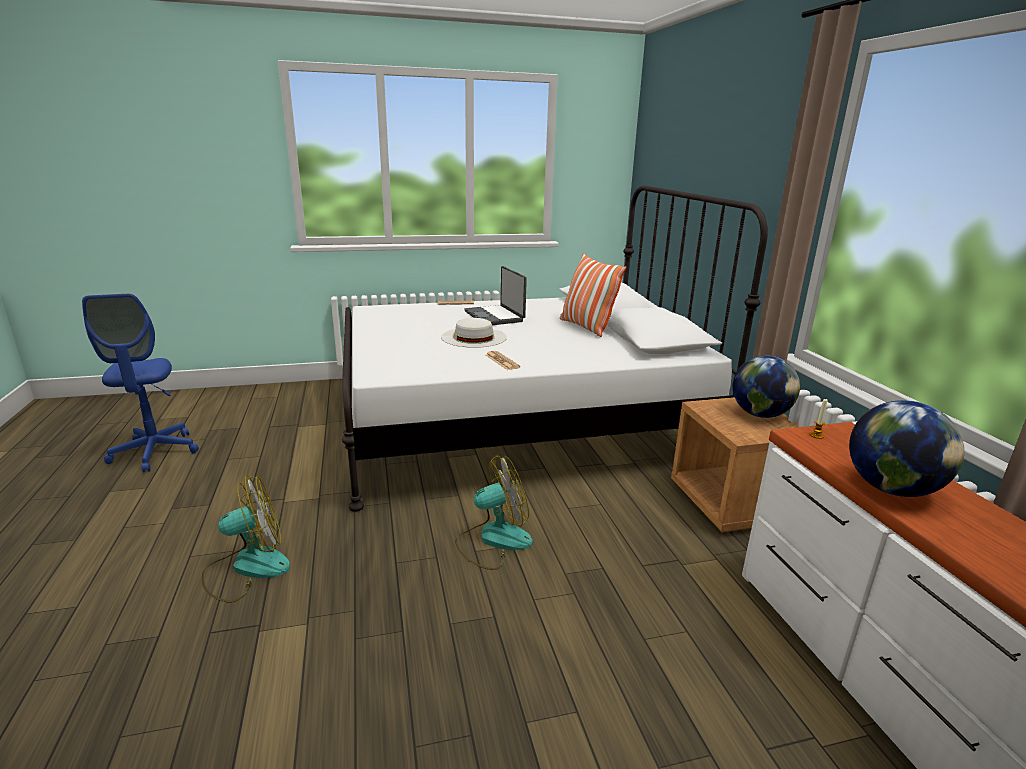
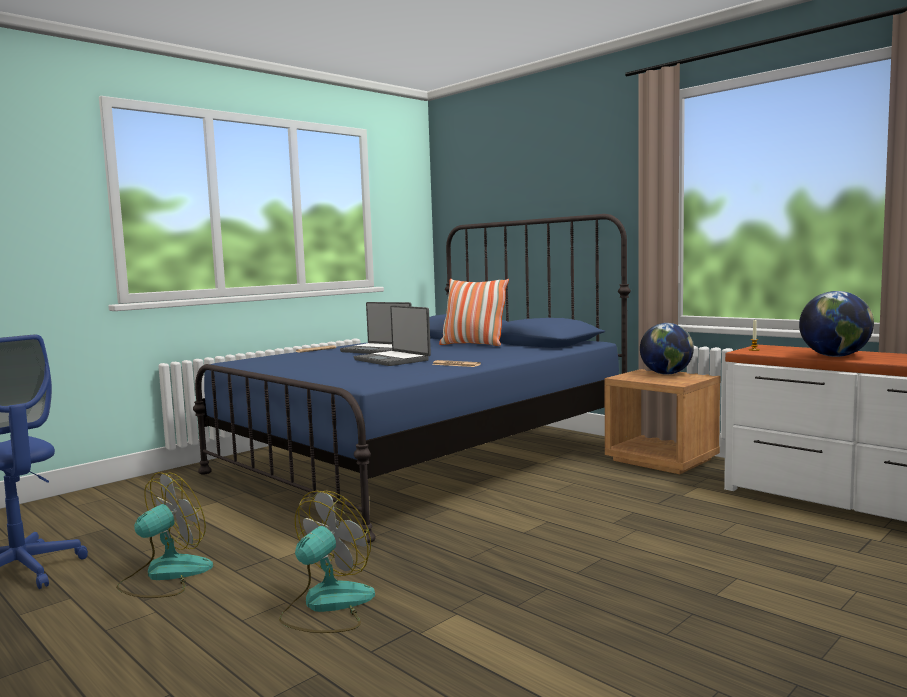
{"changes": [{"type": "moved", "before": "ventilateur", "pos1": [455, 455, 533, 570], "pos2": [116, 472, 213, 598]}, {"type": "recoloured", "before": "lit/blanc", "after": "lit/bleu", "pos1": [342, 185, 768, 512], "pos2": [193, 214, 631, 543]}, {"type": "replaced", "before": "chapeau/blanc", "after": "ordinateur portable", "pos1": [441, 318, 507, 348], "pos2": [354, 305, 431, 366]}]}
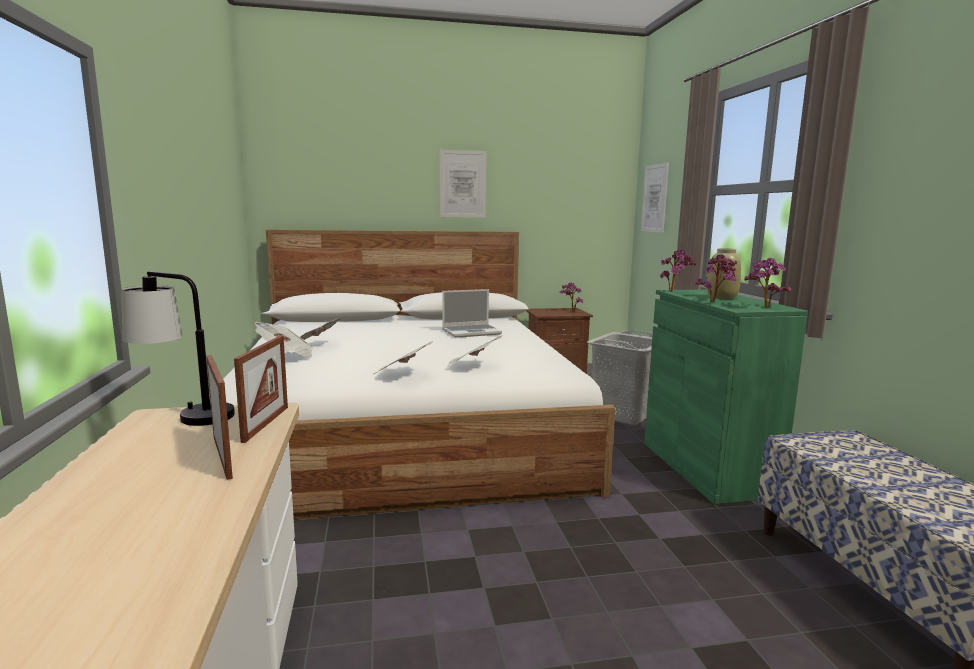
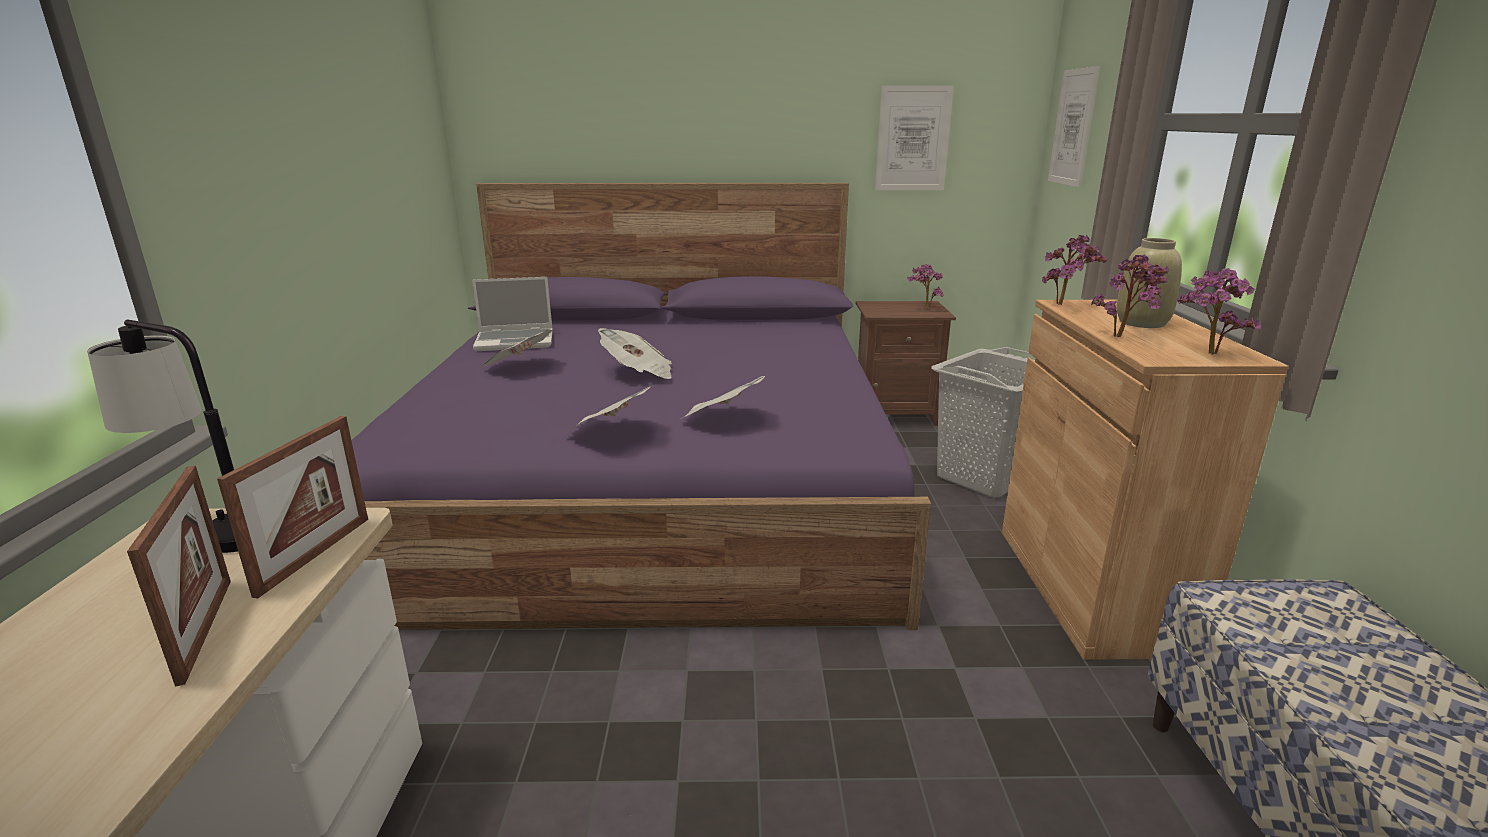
{"changes": [{"type": "recoloured", "before": "lit/blanc", "after": "lit/violet", "pos1": [223, 229, 615, 520], "pos2": [351, 183, 931, 630]}, {"type": "moved", "before": "ordinateur portable", "pos1": [442, 289, 502, 338], "pos2": [472, 277, 553, 351]}, {"type": "moved", "before": "journal", "pos1": [255, 322, 313, 357], "pos2": [598, 328, 672, 379]}, {"type": "moved", "before": "tableau", "pos1": [440, 150, 486, 218], "pos2": [875, 85, 954, 190]}, {"type": "recoloured", "before": "meuble de rangement/vert", "after": "meuble de rangement/marron", "pos1": [644, 289, 808, 504], "pos2": [1002, 300, 1288, 660]}]}
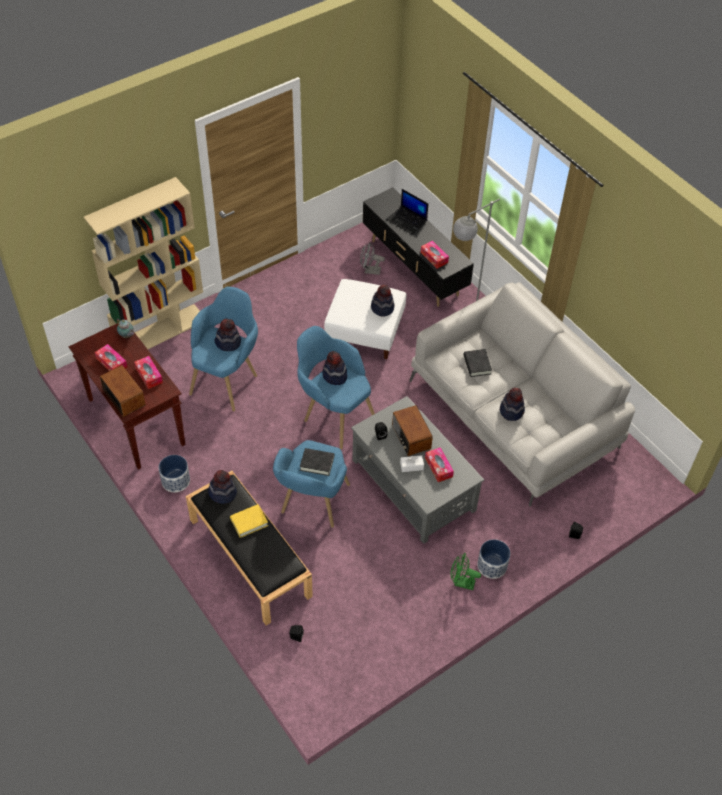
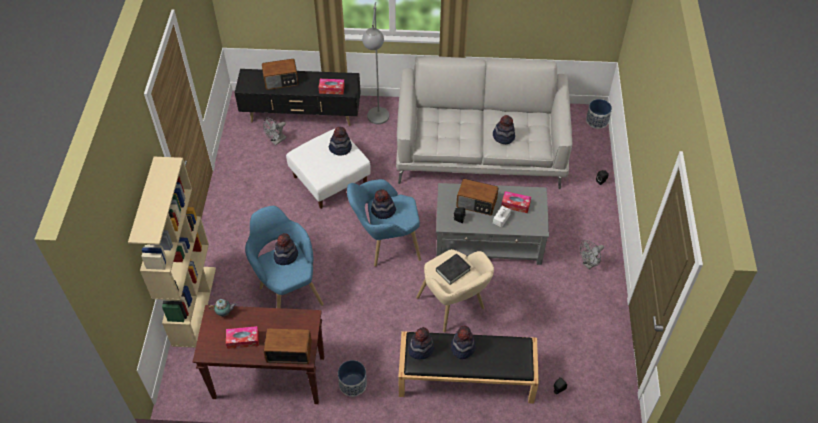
{"changes": [{"type": "replaced", "before": "ordinateur portable", "after": "radio", "pos1": [386, 189, 428, 234], "pos2": [262, 59, 299, 90]}, {"type": "recoloured", "before": "fauteuil/bleu", "after": "fauteuil/beige", "pos1": [273, 440, 350, 528], "pos2": [416, 249, 494, 332]}, {"type": "replaced", "before": "livre/jaune", "after": "chapeau", "pos1": [230, 504, 268, 538], "pos2": [451, 326, 476, 359]}, {"type": "recoloured", "before": "ventilateur/vert", "after": "ventilateur/gris", "pos1": [451, 553, 481, 590], "pos2": [580, 240, 604, 269]}, {"type": "moved", "before": "cache-pot", "pos1": [477, 539, 510, 579], "pos2": [586, 99, 612, 129]}, {"type": "removed", "before": "boîte à mouchoirs", "pos1": [134, 356, 163, 389]}, {"type": "removed", "before": "livre/noir", "pos1": [463, 349, 492, 377]}]}
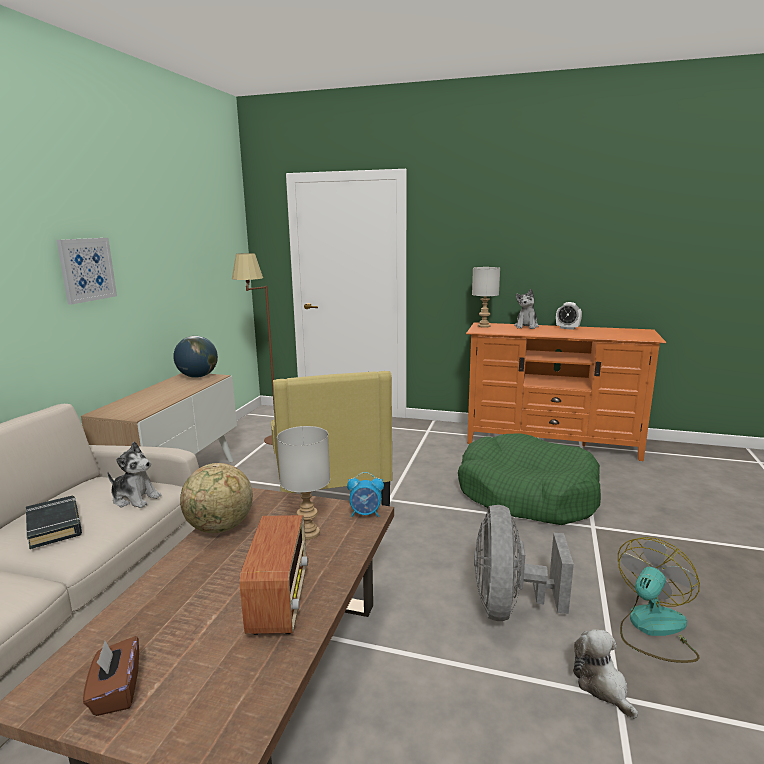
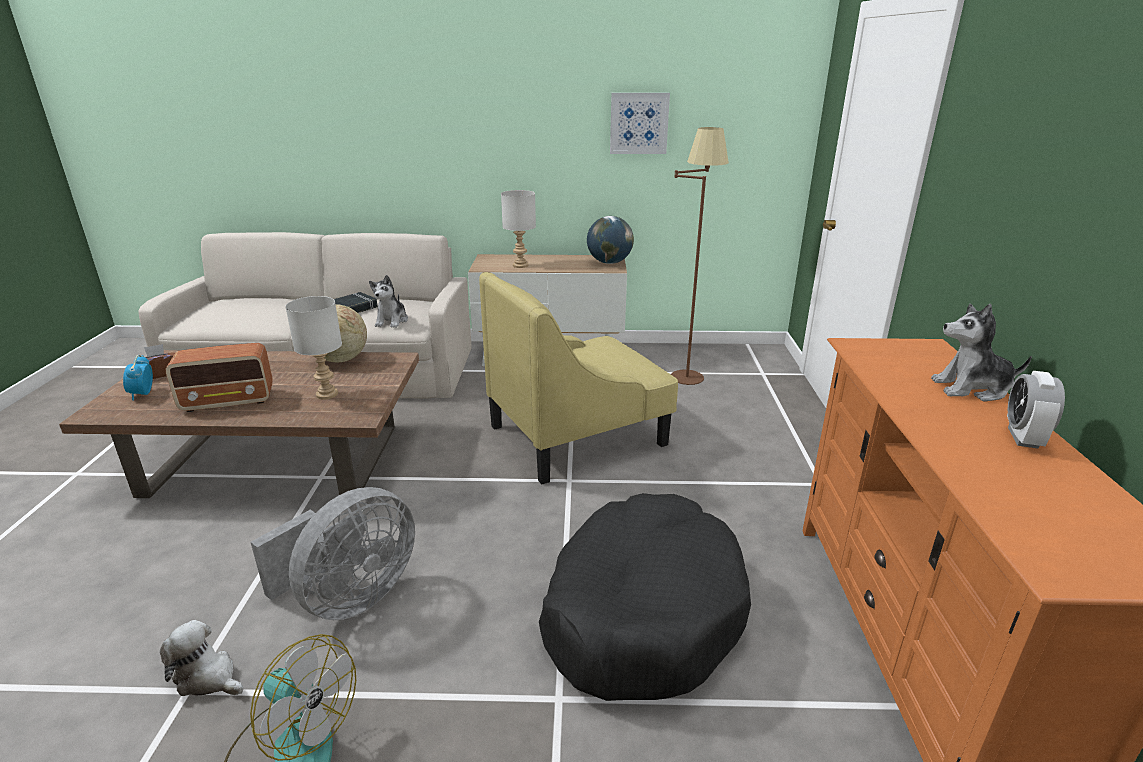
{"changes": [{"type": "moved", "before": "réveil", "pos1": [347, 472, 384, 517], "pos2": [123, 355, 153, 401]}, {"type": "turned", "before": "peluche", "pos1": [573, 630, 638, 718], "pos2": [160, 620, 243, 696], "turn": -120}, {"type": "turned", "before": "ventilateur/gris", "pos1": [474, 505, 574, 621], "pos2": [251, 487, 415, 620], "turn": 135}, {"type": "moved", "before": "lampe de table/gris", "pos1": [472, 267, 500, 328], "pos2": [501, 190, 536, 268]}, {"type": "recoloured", "before": "panier pour chien/vert", "after": "panier pour chien/noir", "pos1": [458, 433, 601, 525], "pos2": [539, 493, 751, 701]}, {"type": "moved", "before": "tableau", "pos1": [57, 238, 117, 305], "pos2": [610, 93, 670, 154]}]}
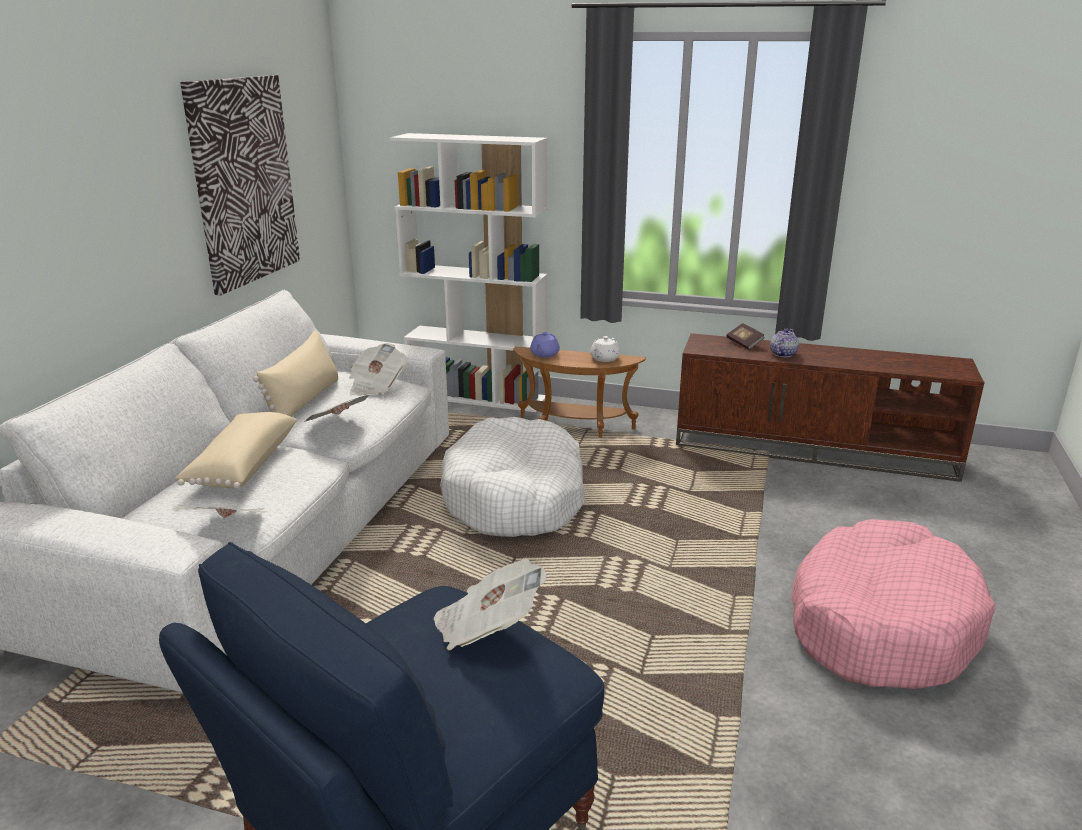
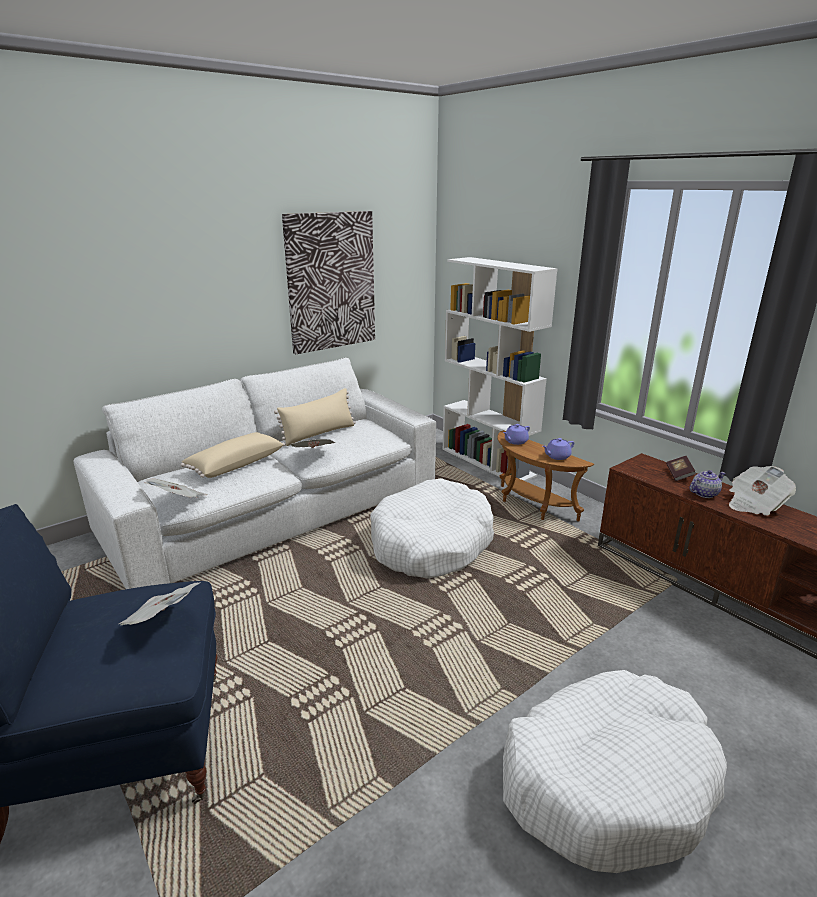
{"changes": [{"type": "recoloured", "before": "panier pour chien/rose", "after": "panier pour chien/blanc", "pos1": [792, 519, 995, 689], "pos2": [503, 670, 727, 873]}, {"type": "recoloured", "before": "théière/blanc", "after": "théière/violet", "pos1": [590, 336, 620, 362], "pos2": [542, 438, 574, 460]}, {"type": "moved", "before": "journal", "pos1": [349, 343, 407, 396], "pos2": [729, 466, 796, 516]}]}
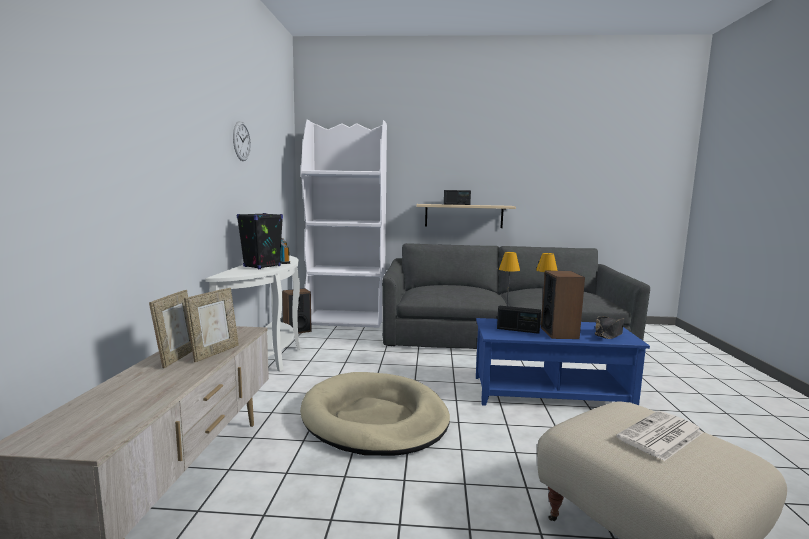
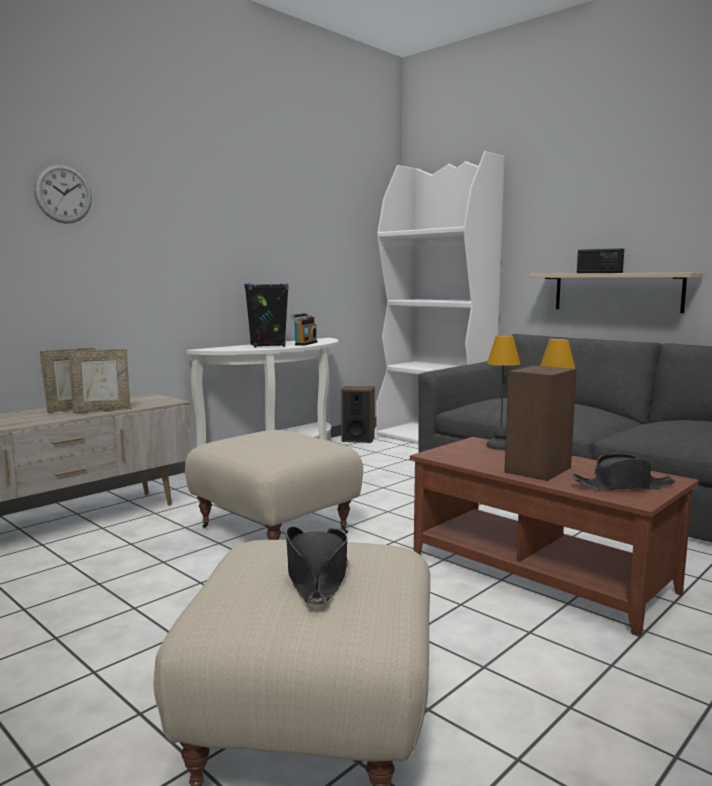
{"changes": [{"type": "moved", "before": "horloge murale", "pos1": [233, 121, 251, 161], "pos2": [34, 164, 92, 224]}, {"type": "replaced", "before": "panier pour chien/beige", "after": "pouf/beige", "pos1": [300, 372, 450, 456], "pos2": [185, 430, 363, 540]}, {"type": "replaced", "before": "journal", "after": "chapeau/noir", "pos1": [616, 411, 703, 461], "pos2": [286, 526, 349, 605]}, {"type": "recoloured", "before": "table basse/bleu", "after": "table basse/marron", "pos1": [476, 318, 650, 406], "pos2": [410, 437, 699, 637]}, {"type": "removed", "before": "radio", "pos1": [497, 306, 541, 334]}]}
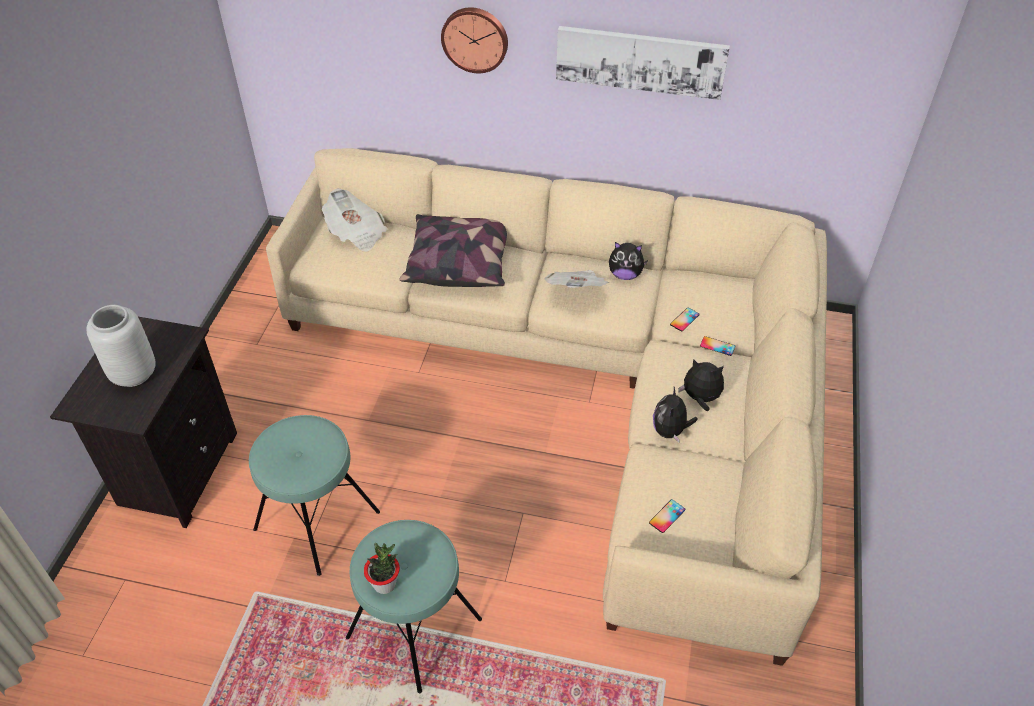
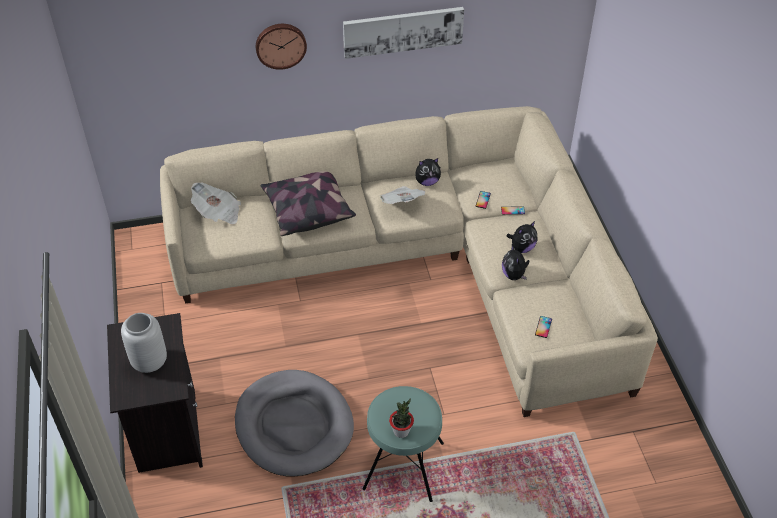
{"changes": [{"type": "replaced", "before": "tabouret/turquoise", "after": "panier pour chien/gris", "pos1": [249, 415, 380, 576], "pos2": [235, 370, 354, 477]}, {"type": "turned", "before": "peluche", "pos1": [678, 359, 724, 411], "pos2": [507, 221, 538, 253], "turn": 150}]}
